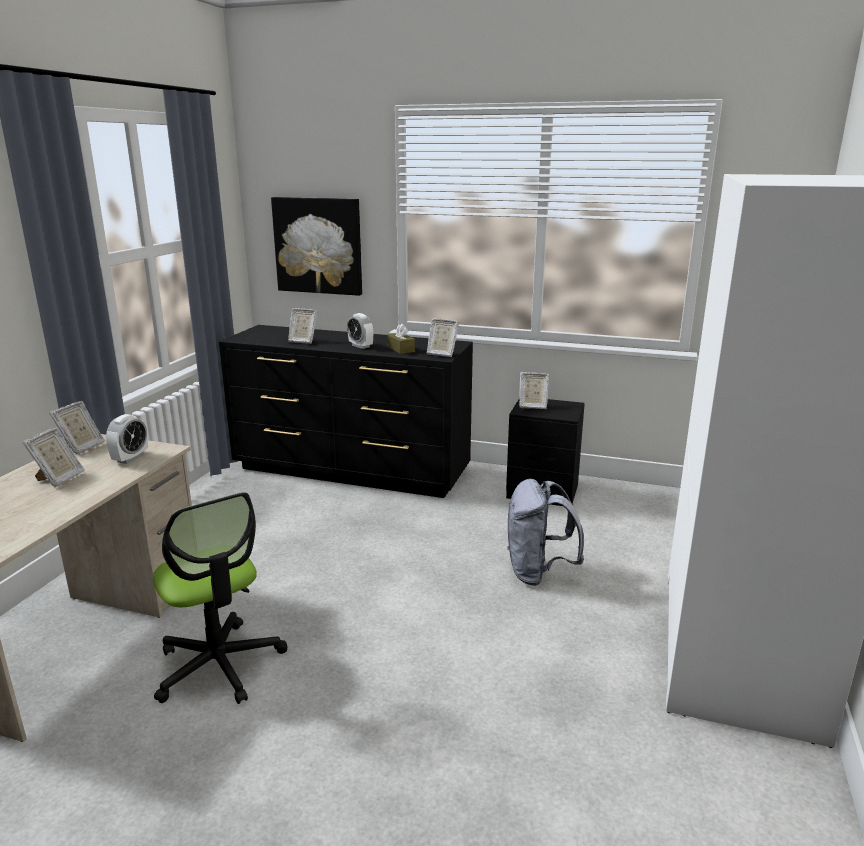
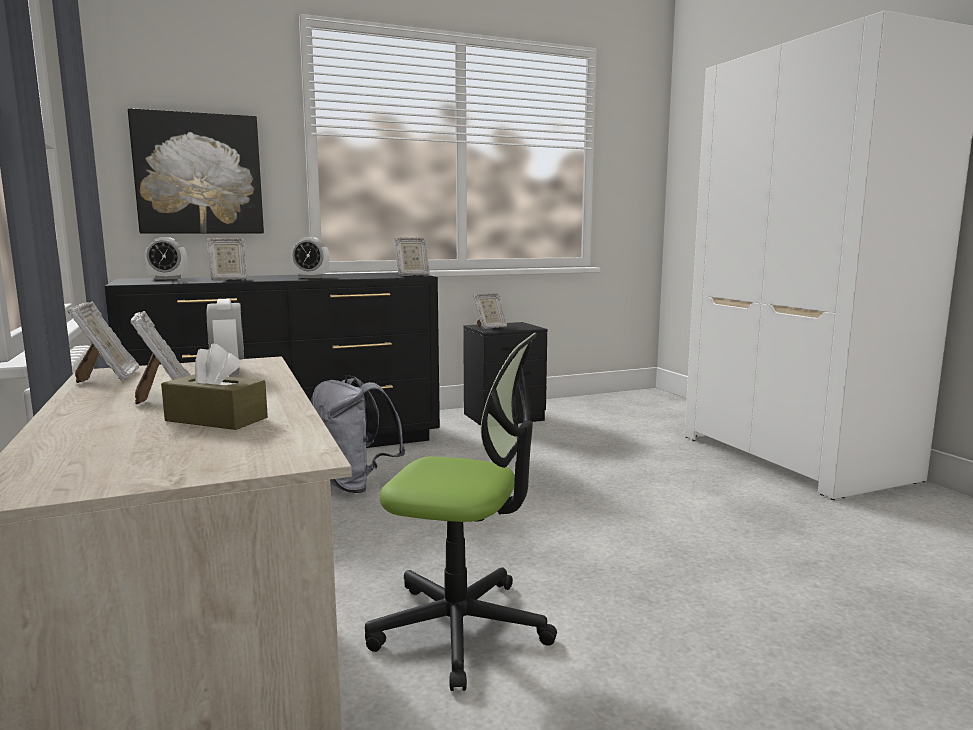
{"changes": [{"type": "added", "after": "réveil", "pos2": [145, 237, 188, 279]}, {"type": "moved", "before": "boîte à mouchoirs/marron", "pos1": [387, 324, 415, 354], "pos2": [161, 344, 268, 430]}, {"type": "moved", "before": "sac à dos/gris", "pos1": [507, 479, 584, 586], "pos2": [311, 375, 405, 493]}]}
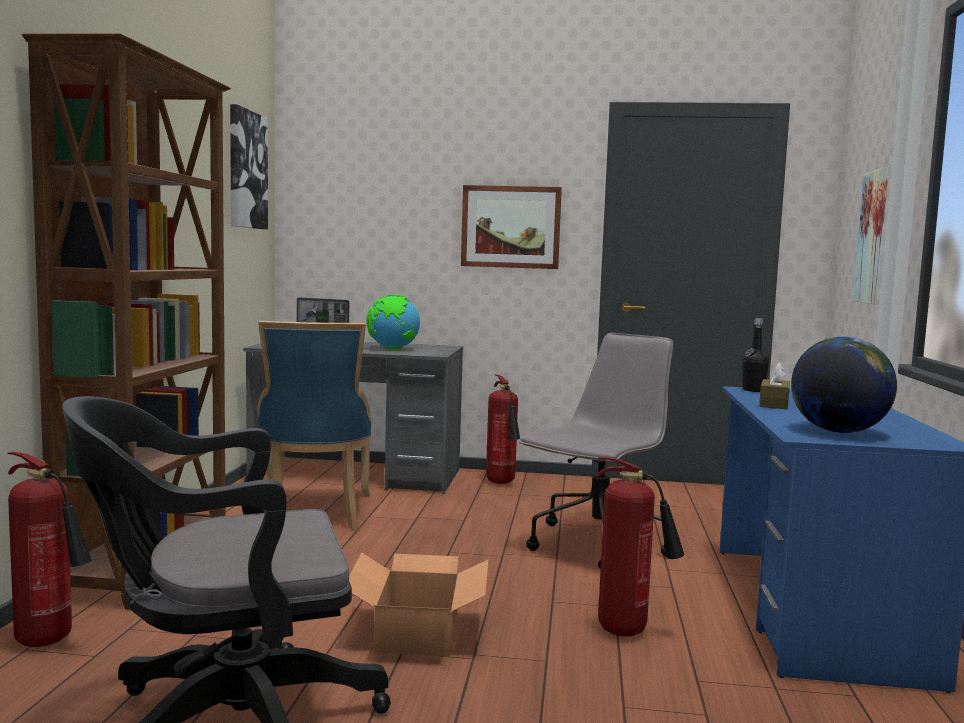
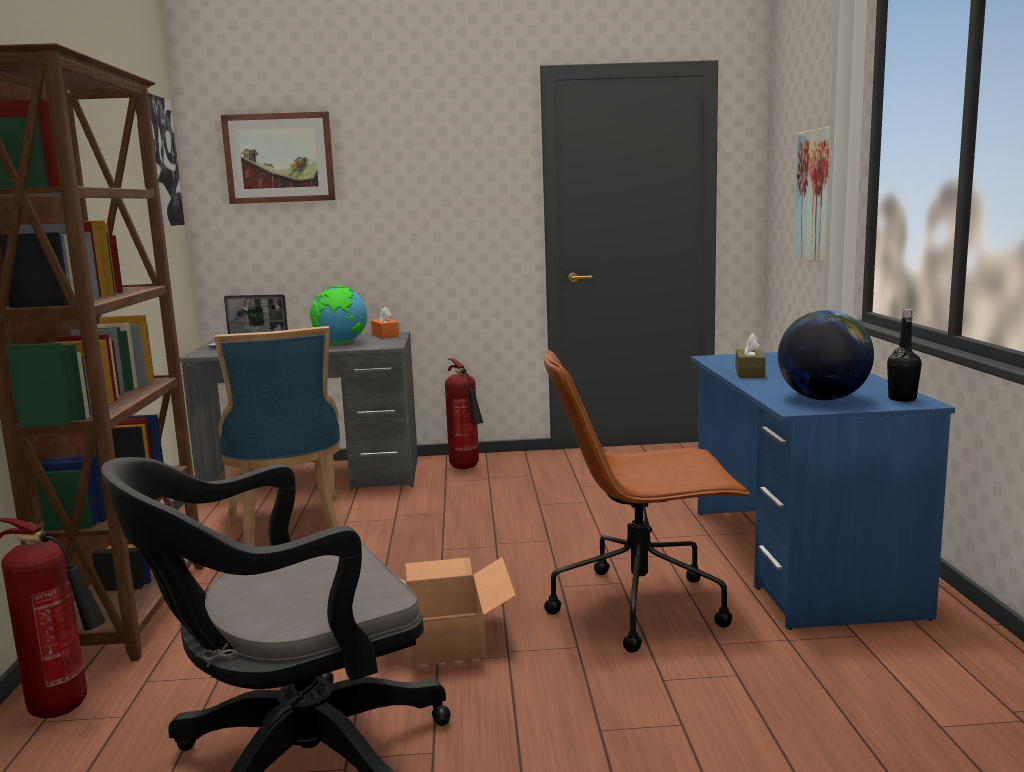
{"changes": [{"type": "moved", "before": "tableau", "pos1": [461, 185, 562, 269], "pos2": [221, 111, 336, 204]}, {"type": "added", "after": "boîte à mouchoirs/orange", "pos2": [371, 307, 399, 338]}, {"type": "replaced", "before": "extincteur", "after": "chaise de bureau/marron", "pos1": [596, 457, 684, 637], "pos2": [544, 349, 750, 653]}, {"type": "moved", "before": "bouteille/noir", "pos1": [742, 318, 769, 392], "pos2": [887, 309, 922, 402]}, {"type": "removed", "before": "chaise de bureau/gris", "pos1": [518, 333, 673, 569]}]}
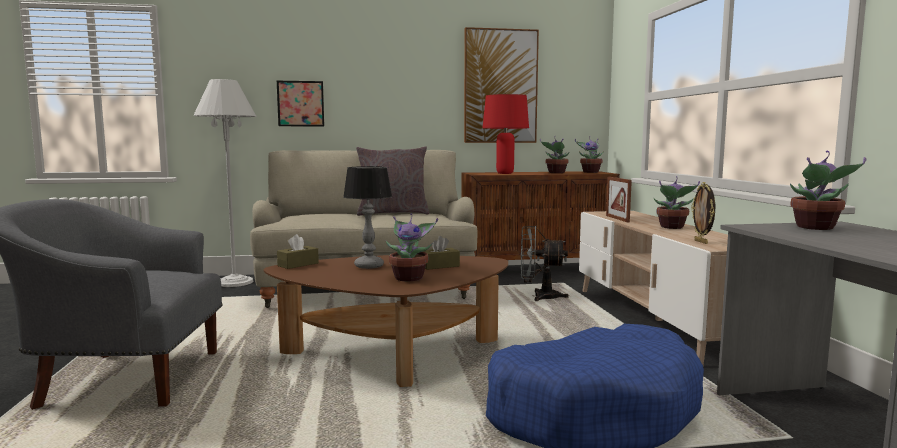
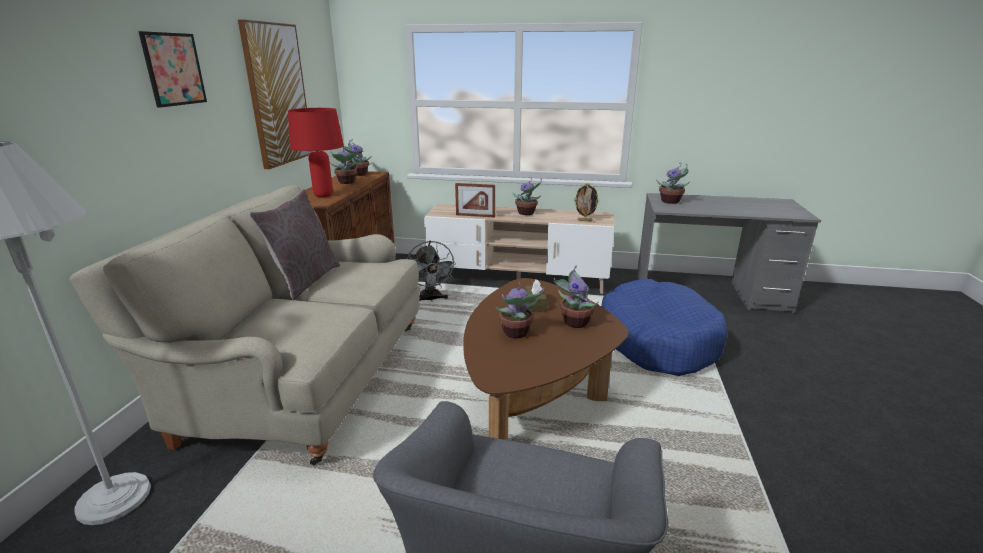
{"changes": [{"type": "moved", "before": "tableau", "pos1": [277, 81, 324, 126], "pos2": [138, 31, 207, 108]}, {"type": "turned", "before": "ventilateur/gris", "pos1": [521, 226, 569, 301], "pos2": [407, 241, 456, 302], "turn": -45}, {"type": "replaced", "before": "lampe de table", "after": "plante en pot", "pos1": [343, 166, 392, 269], "pos2": [495, 282, 545, 339]}, {"type": "removed", "before": "boîte à mouchoirs/marron", "pos1": [277, 234, 319, 269]}]}
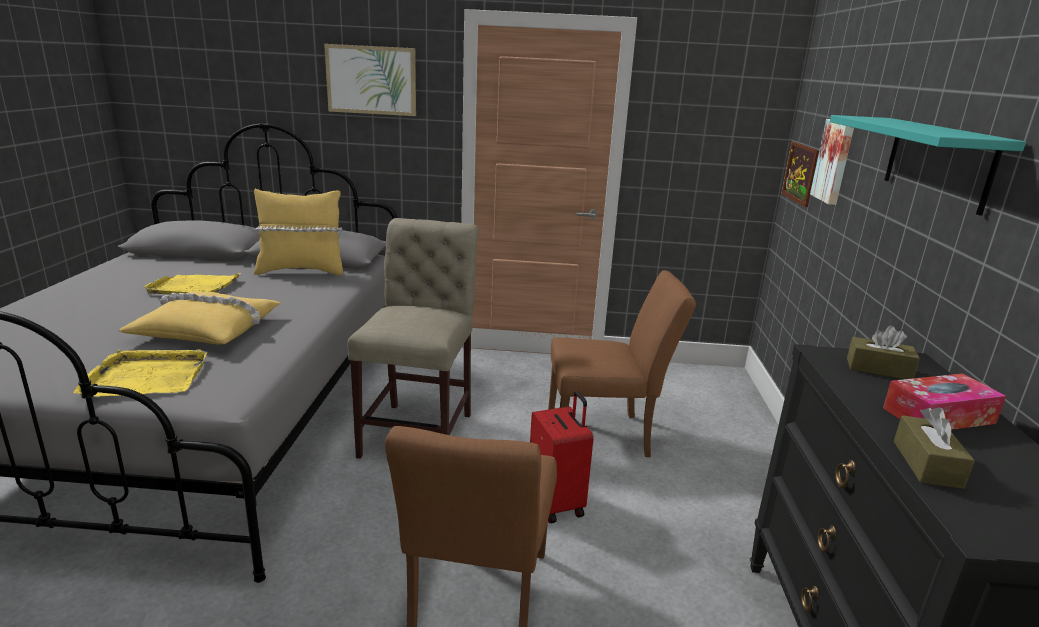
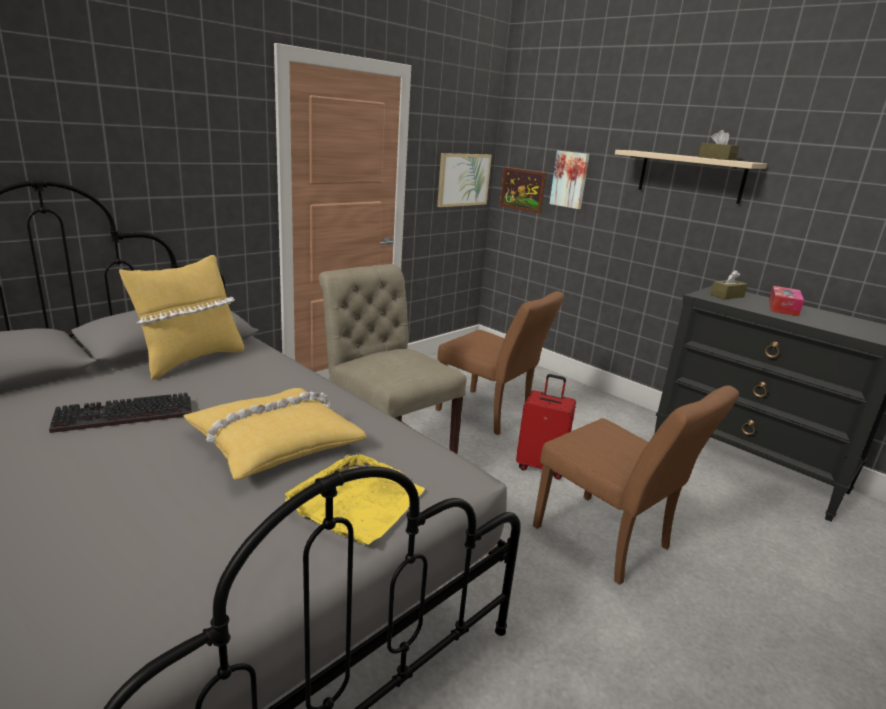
{"changes": [{"type": "replaced", "before": "plateau/jaune", "after": "clavier", "pos1": [144, 273, 241, 295], "pos2": [49, 393, 192, 433]}, {"type": "turned", "before": "chaise/marron", "pos1": [548, 270, 696, 457], "pos2": [435, 291, 564, 435], "turn": 90}, {"type": "moved", "before": "tableau", "pos1": [324, 44, 416, 116], "pos2": [437, 153, 492, 207]}, {"type": "recoloured", "before": "étagère/turquoise", "after": "étagère/beige", "pos1": [830, 115, 1026, 216], "pos2": [615, 150, 767, 204]}, {"type": "moved", "before": "boîte à mouchoirs/marron", "pos1": [894, 407, 975, 489], "pos2": [698, 130, 739, 160]}]}
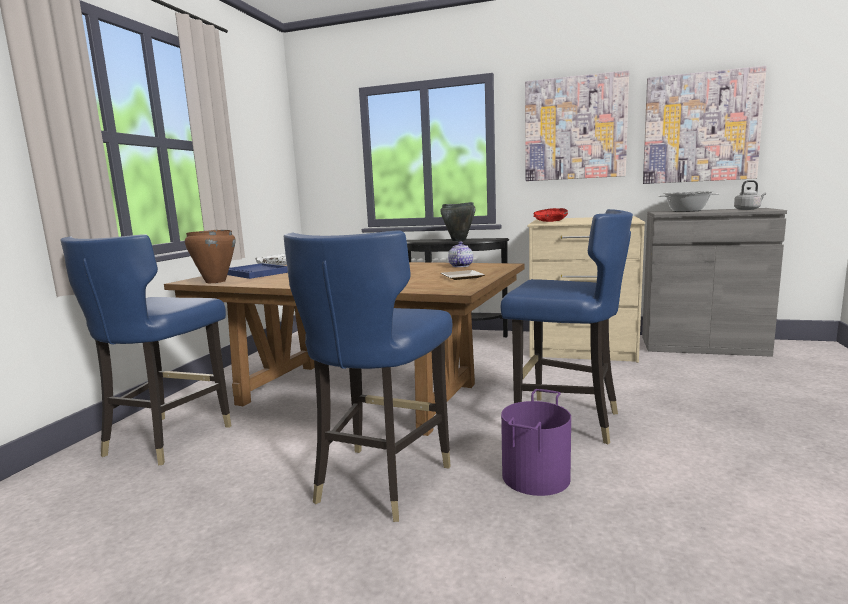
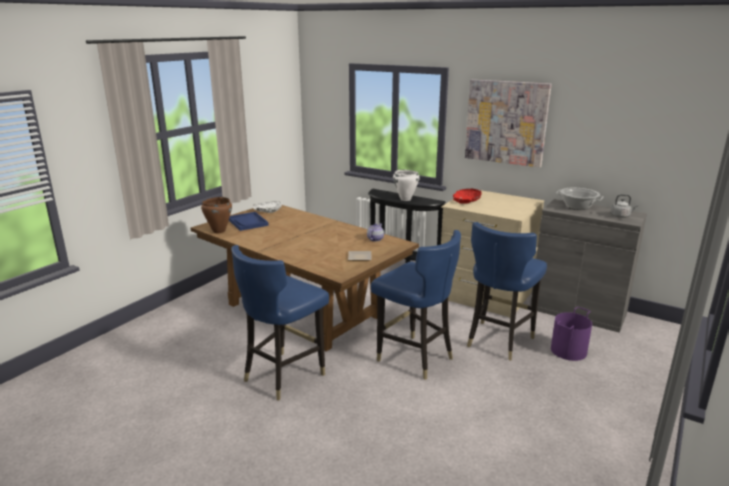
{"changes": [{"type": "recoloured", "before": "marmite/noir", "after": "marmite/blanc", "pos1": [441, 202, 475, 241], "pos2": [393, 170, 420, 201]}, {"type": "moved", "before": "chaise/bleu", "pos1": [61, 234, 231, 466], "pos2": [467, 222, 547, 361]}, {"type": "moved", "before": "seau/violet", "pos1": [501, 389, 571, 496], "pos2": [551, 307, 592, 361]}, {"type": "removed", "before": "tableau", "pos1": [643, 66, 767, 184]}]}
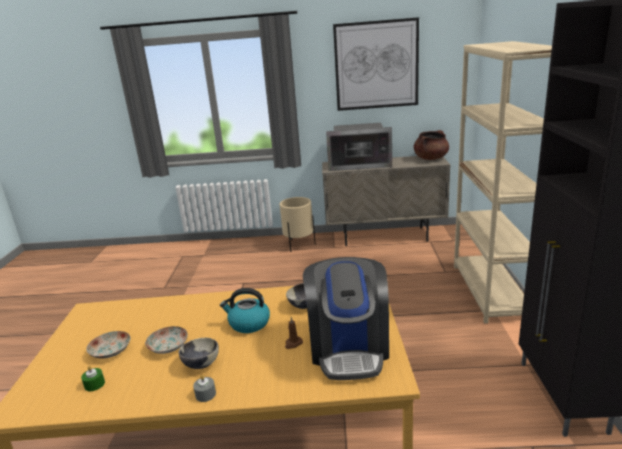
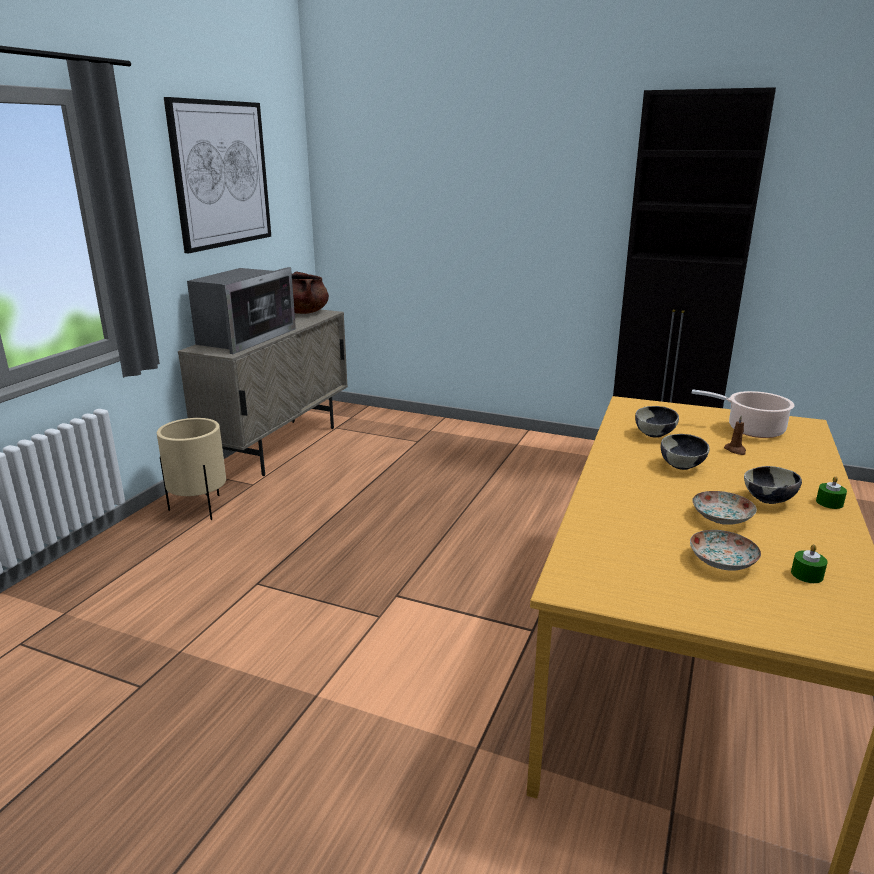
{"changes": [{"type": "replaced", "before": "bouilloire", "after": "bol", "pos1": [220, 288, 270, 333], "pos2": [661, 434, 710, 470]}, {"type": "replaced", "before": "machine à café", "after": "marmite", "pos1": [303, 257, 389, 380], "pos2": [692, 389, 795, 438]}, {"type": "recoloured", "before": "bougie/gris", "after": "bougie/vert", "pos1": [193, 375, 216, 402], "pos2": [816, 476, 847, 509]}, {"type": "removed", "before": "bibliothèque/beige", "pos1": [454, 41, 552, 324]}]}
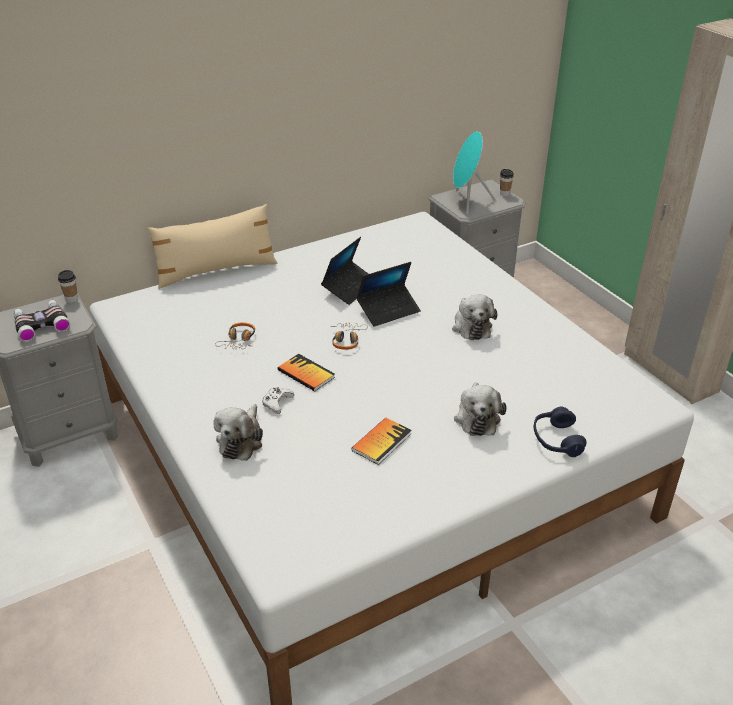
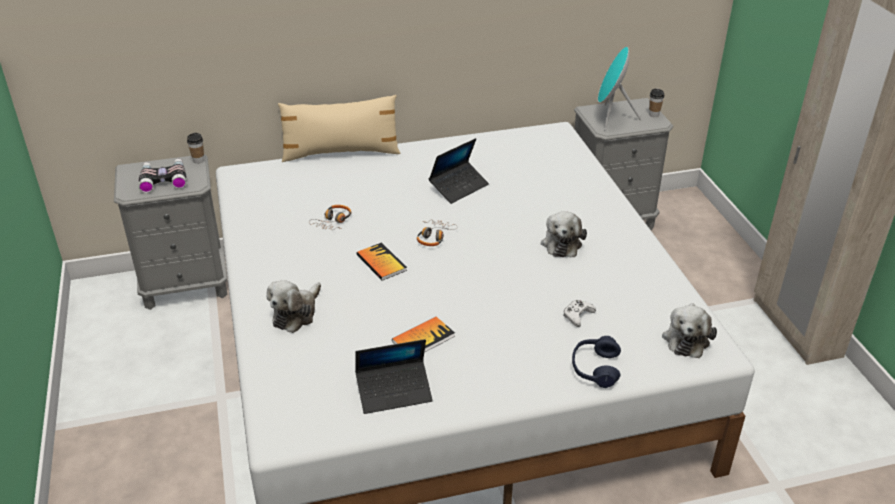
{"changes": [{"type": "moved", "before": "ordinateur portable", "pos1": [357, 262, 421, 327], "pos2": [355, 339, 433, 414]}, {"type": "moved", "before": "manette/blanc", "pos1": [262, 387, 294, 414], "pos2": [563, 300, 596, 327]}, {"type": "moved", "before": "peluche", "pos1": [454, 382, 507, 436], "pos2": [662, 303, 717, 358]}]}
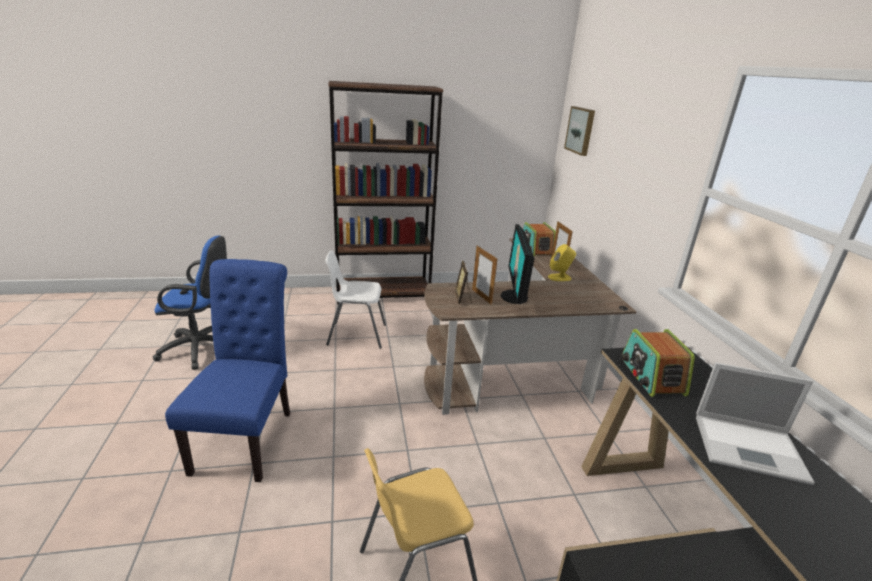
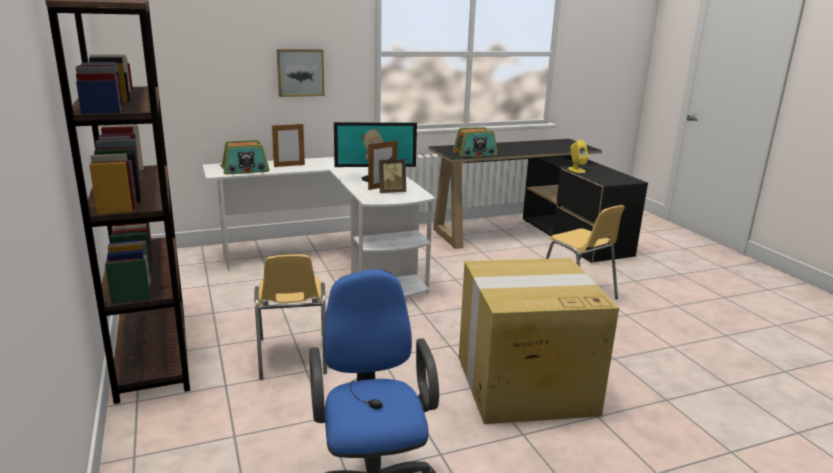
{"changes": [{"type": "recoloured", "before": "bureau/marron", "after": "bureau/blanc", "pos1": [424, 238, 636, 415], "pos2": [203, 157, 436, 297]}, {"type": "recoloured", "before": "chaise/blanc", "after": "chaise/jaune", "pos1": [325, 250, 386, 349], "pos2": [255, 254, 327, 380]}, {"type": "moved", "before": "tableau", "pos1": [564, 106, 595, 156], "pos2": [277, 49, 324, 97]}, {"type": "replaced", "before": "chaise/bleu", "after": "carton", "pos1": [165, 259, 290, 482], "pos2": [459, 258, 619, 424]}, {"type": "moved", "before": "enceinte/jaune", "pos1": [548, 244, 576, 281], "pos2": [568, 140, 588, 173]}, {"type": "removed", "before": "ordinateur portable", "pos1": [696, 362, 815, 485]}]}
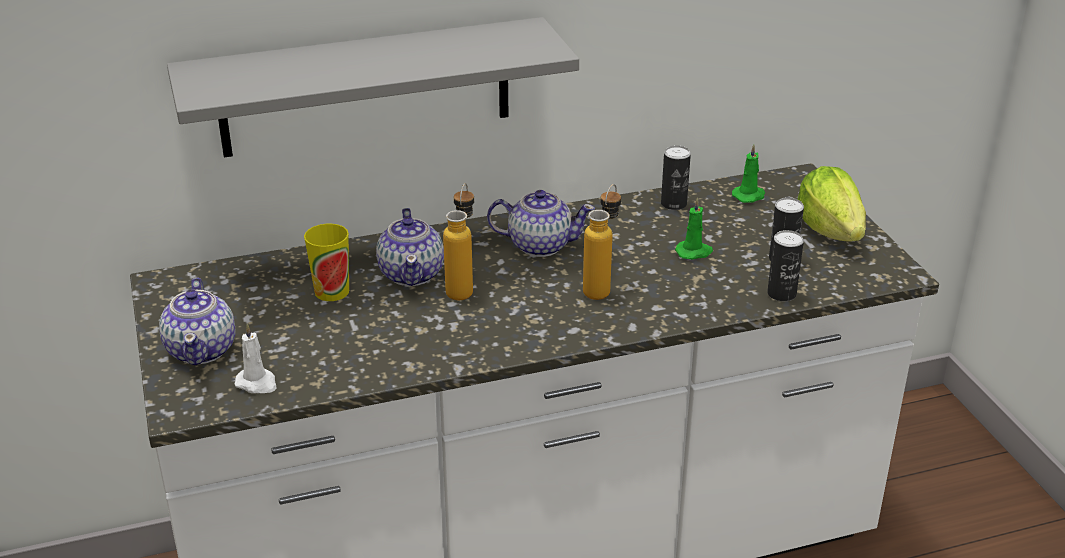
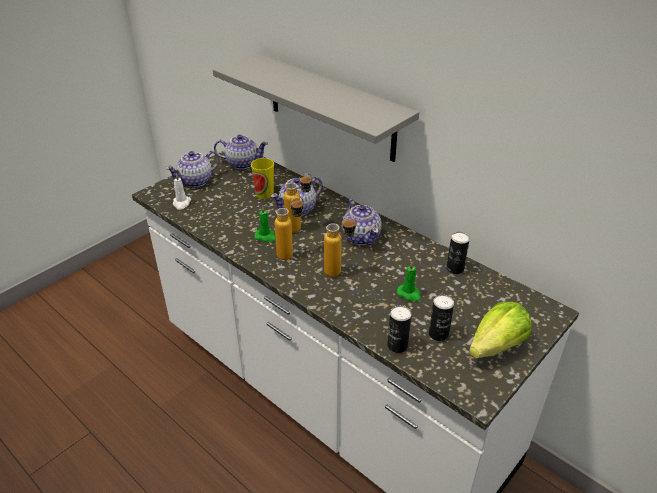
{"changes": [{"type": "added", "after": "théière", "pos2": [214, 135, 268, 169]}, {"type": "moved", "before": "bougie/vert", "pos1": [732, 144, 765, 203], "pos2": [254, 206, 276, 242]}, {"type": "added", "after": "bouteille", "pos2": [274, 197, 304, 260]}]}
